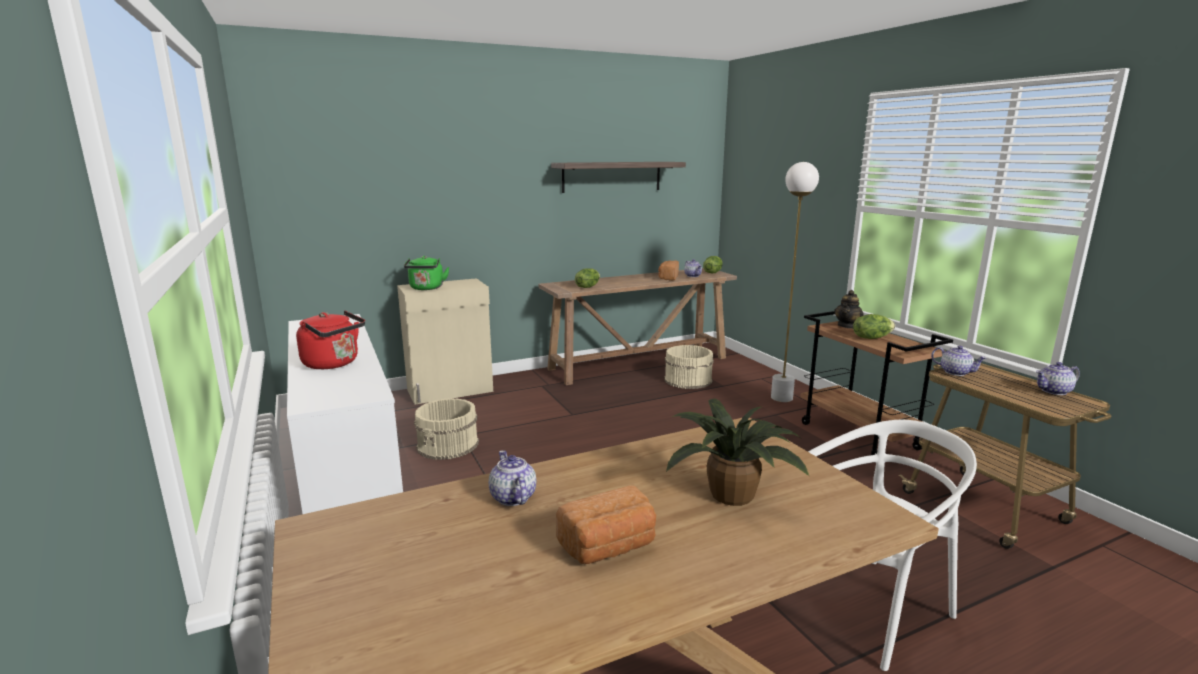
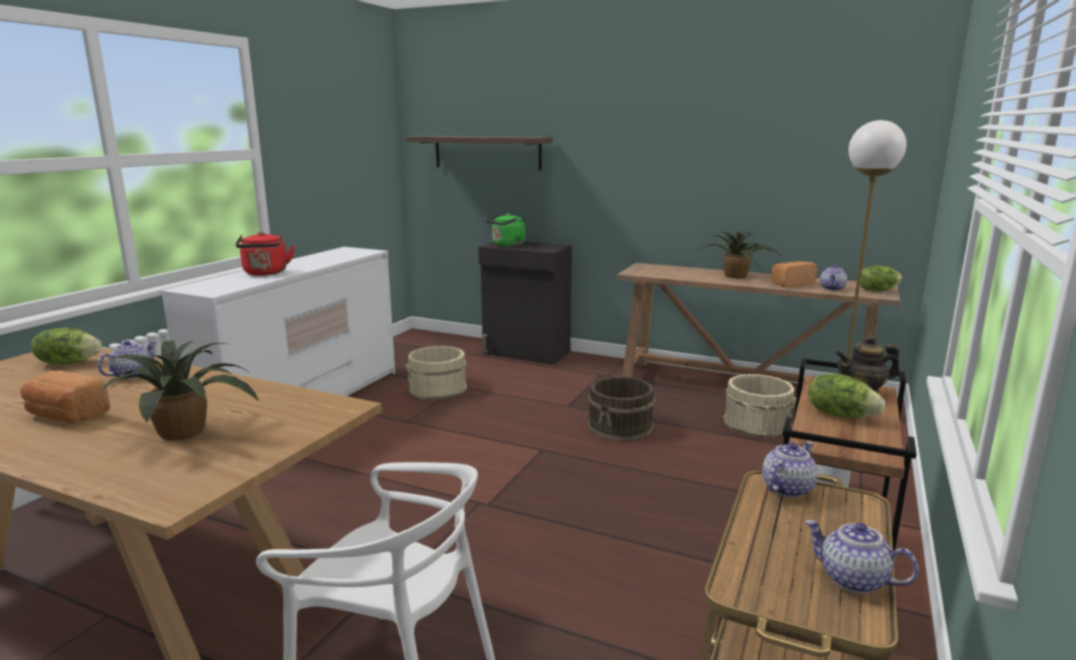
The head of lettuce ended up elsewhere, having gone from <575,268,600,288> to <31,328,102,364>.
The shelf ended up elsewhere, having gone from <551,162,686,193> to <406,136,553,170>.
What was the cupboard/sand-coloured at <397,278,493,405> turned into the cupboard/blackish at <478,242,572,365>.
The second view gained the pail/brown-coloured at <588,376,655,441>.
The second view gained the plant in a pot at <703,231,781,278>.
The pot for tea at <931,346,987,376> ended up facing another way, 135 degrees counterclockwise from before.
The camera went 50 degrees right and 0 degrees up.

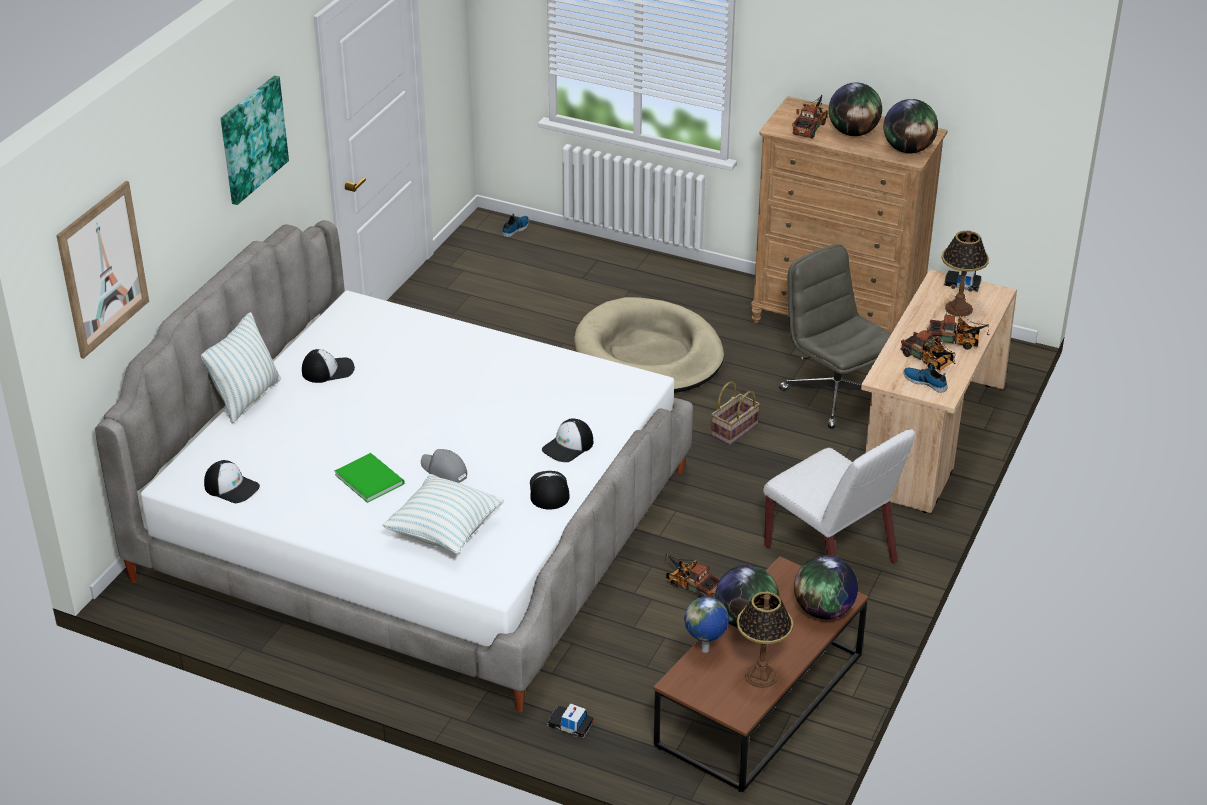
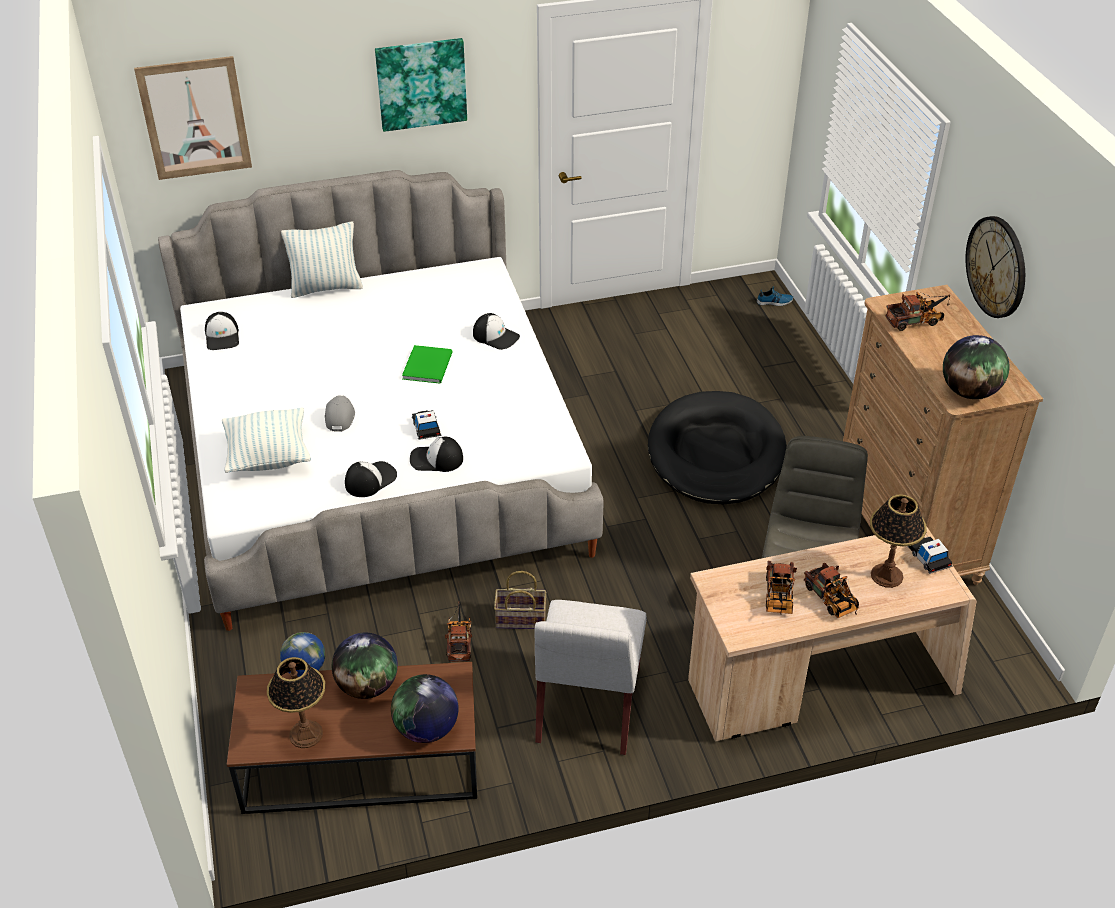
The book/green ended up elsewhere, having gone from <335,453,405,503> to <402,345,452,384>.
The model car ended up elsewhere, having gone from <547,703,595,739> to <412,410,442,440>.
The baseball cap ended up elsewhere, having gone from <302,349,355,383> to <473,313,520,350>.
The household basket ended up elsewhere, having gone from <711,382,760,445> to <494,571,546,629>.
What was the dog cushion/sand-coloured at <574,297,724,393> turned into the dog cushion/blackish at <648,391,787,505>.
The second view gained the clock on the wall at <966,216,1025,318>.
The second view lost the globe at <829,83,882,136>.
The second view lost the shoe at <903,364,948,393>.
The camera went 50 degrees right and 5 degrees up.

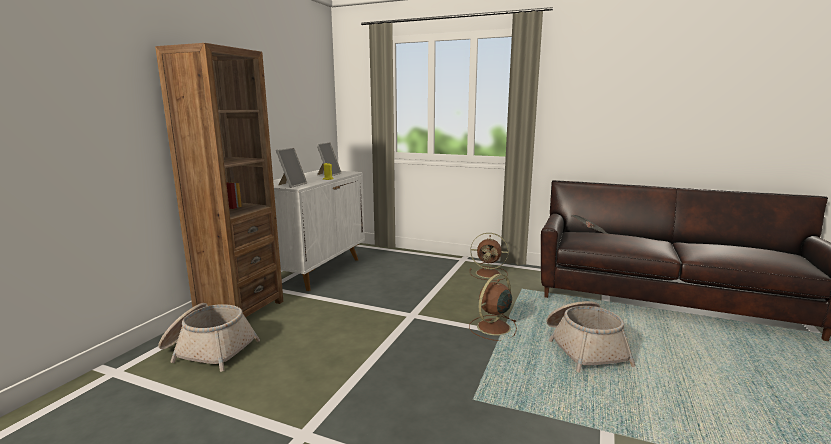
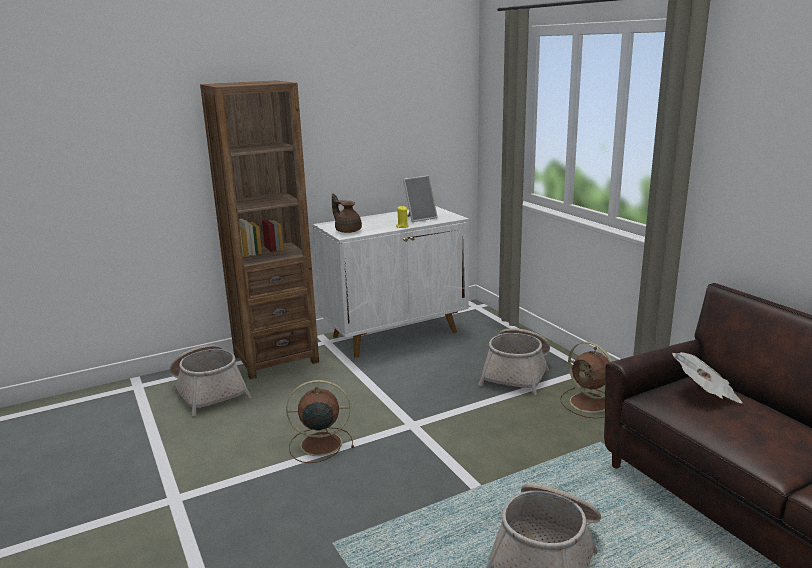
The electric fan/brown-coloured ended up elsewhere, having gone from <469,274,517,341> to <286,380,354,463>.
Where the picture frame stood at <276,147,307,188>, the pot for tea/brown-coloured came to stand at <332,193,362,233>.
The second view gained the household basket at <478,328,550,395>.
The camera went 40 degrees right and 5 degrees up.

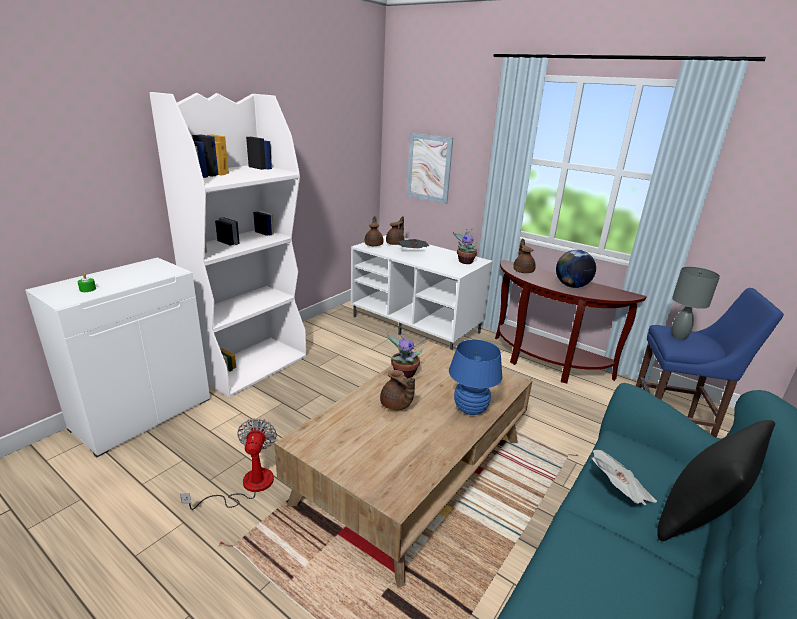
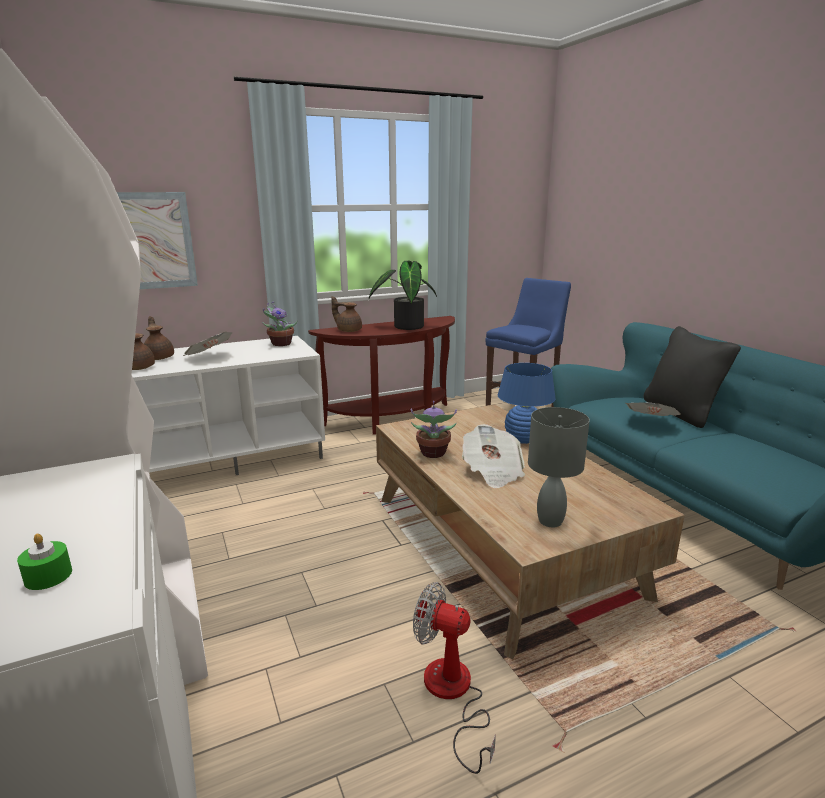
Where the globe stood at <556,250,596,288>, the plant in a pot came to stand at <369,261,437,330>.
Where the pot for tea/brown-coloured stood at <380,370,415,410>, the newspaper came to stand at <462,424,525,488>.
The tabletop lamp/greyish ended up elsewhere, having gone from <671,267,720,340> to <528,407,590,527>.
The camera went 60 degrees left and 5 degrees down.

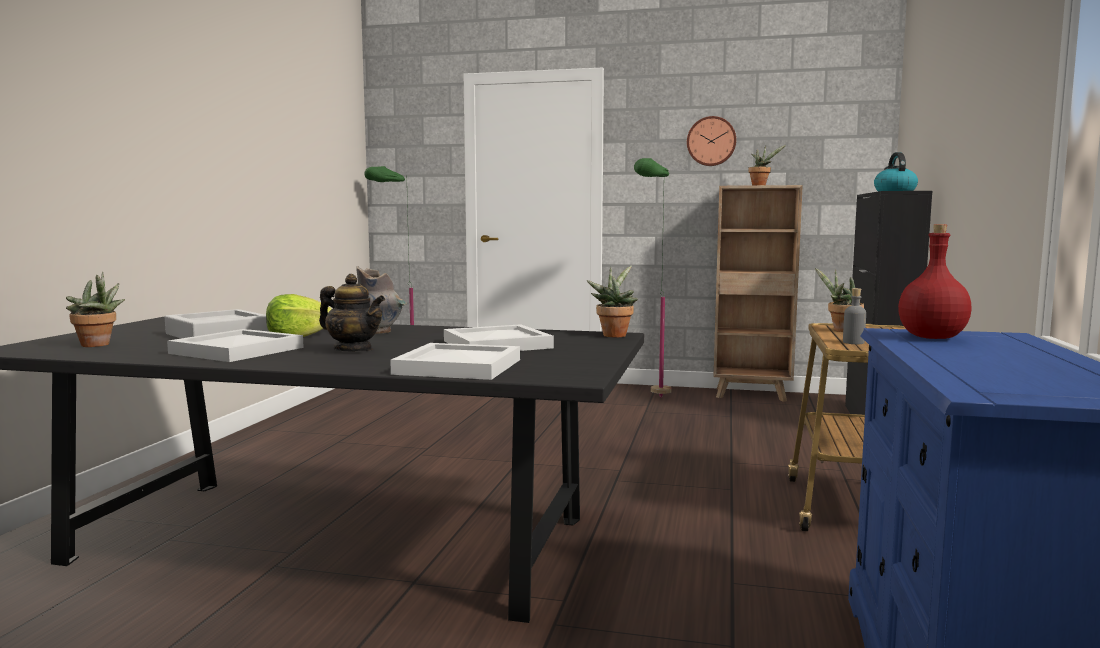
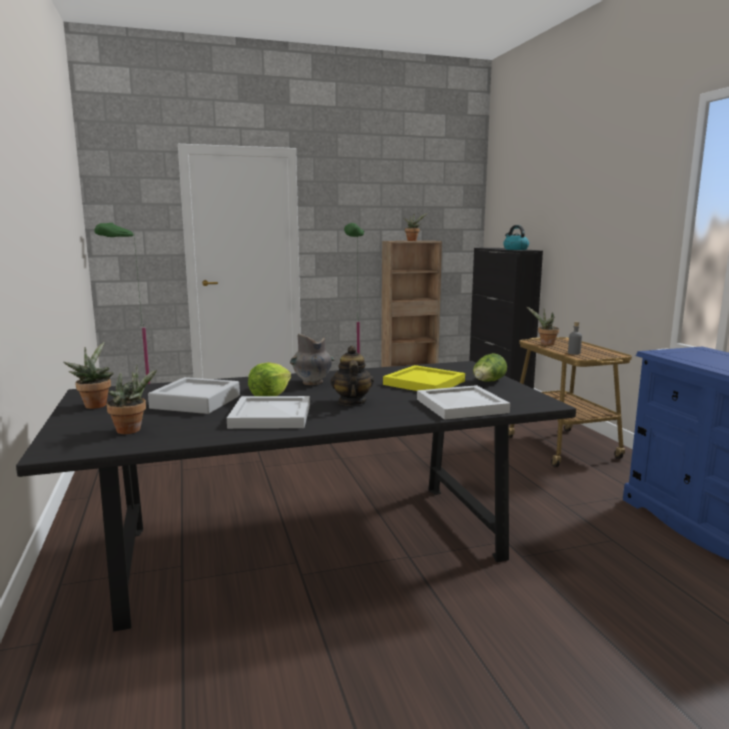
The plant in a pot ended up elsewhere, having gone from <587,265,638,337> to <63,342,114,409>.
The pot for tea at <319,274,385,351> ended up facing another way, 90 degrees counterclockwise from before.
What was the serving tray/white at <444,324,554,351> turned into the serving tray/yellow at <383,365,465,391>.
The second view gained the head of lettuce at <473,353,507,382>.
The second view lost the clock on the wall at <687,116,736,166>.
The second view lost the bottle/red-coloured at <898,224,972,339>.
The camera went 30 degrees left and 5 degrees up.

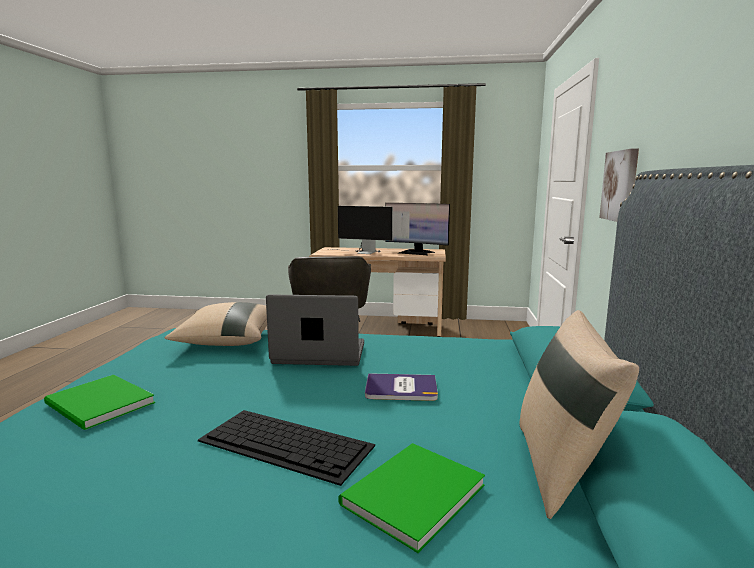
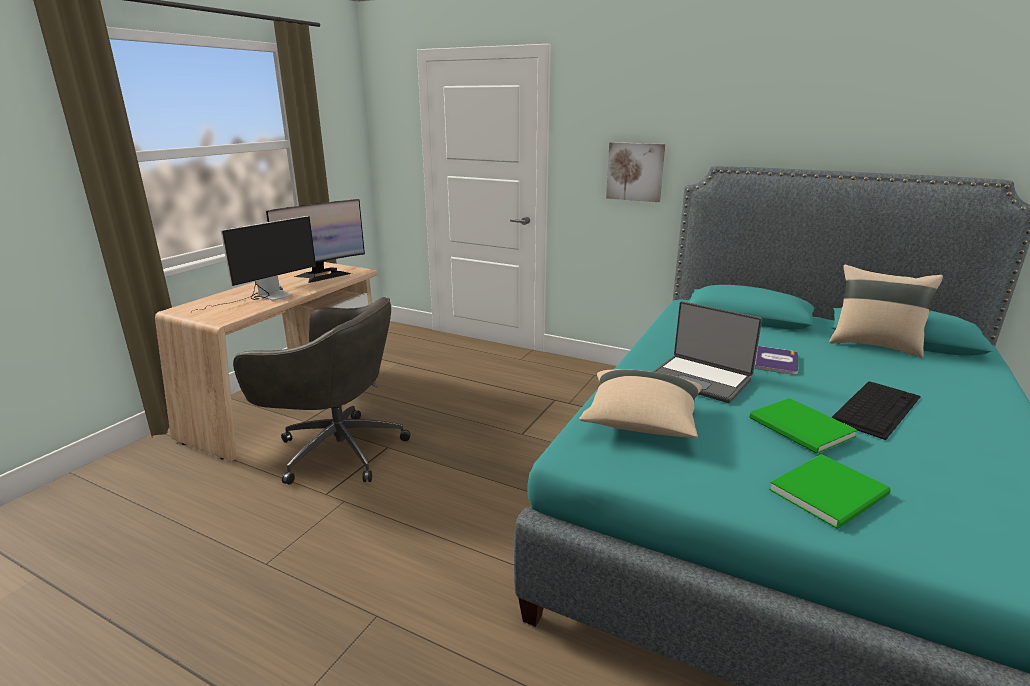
The laptop at <266,294,364,366> ended up facing another way, 75 degrees counterclockwise from before.
The book/green ended up elsewhere, having gone from <338,443,485,553> to <750,398,858,454>.
The camera went 70 degrees left and 10 degrees up.

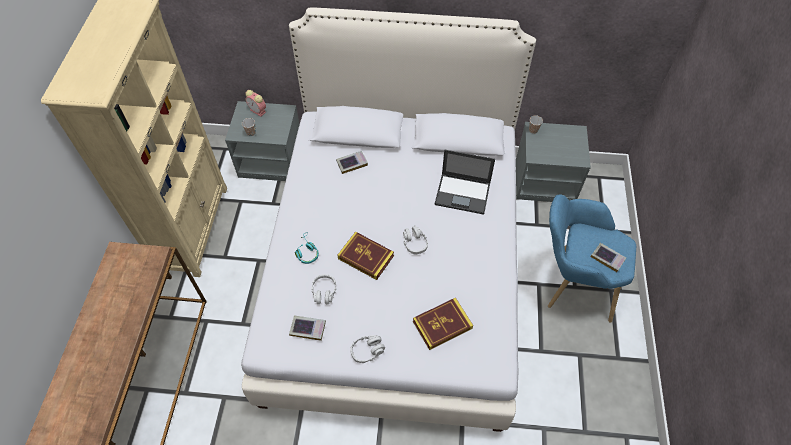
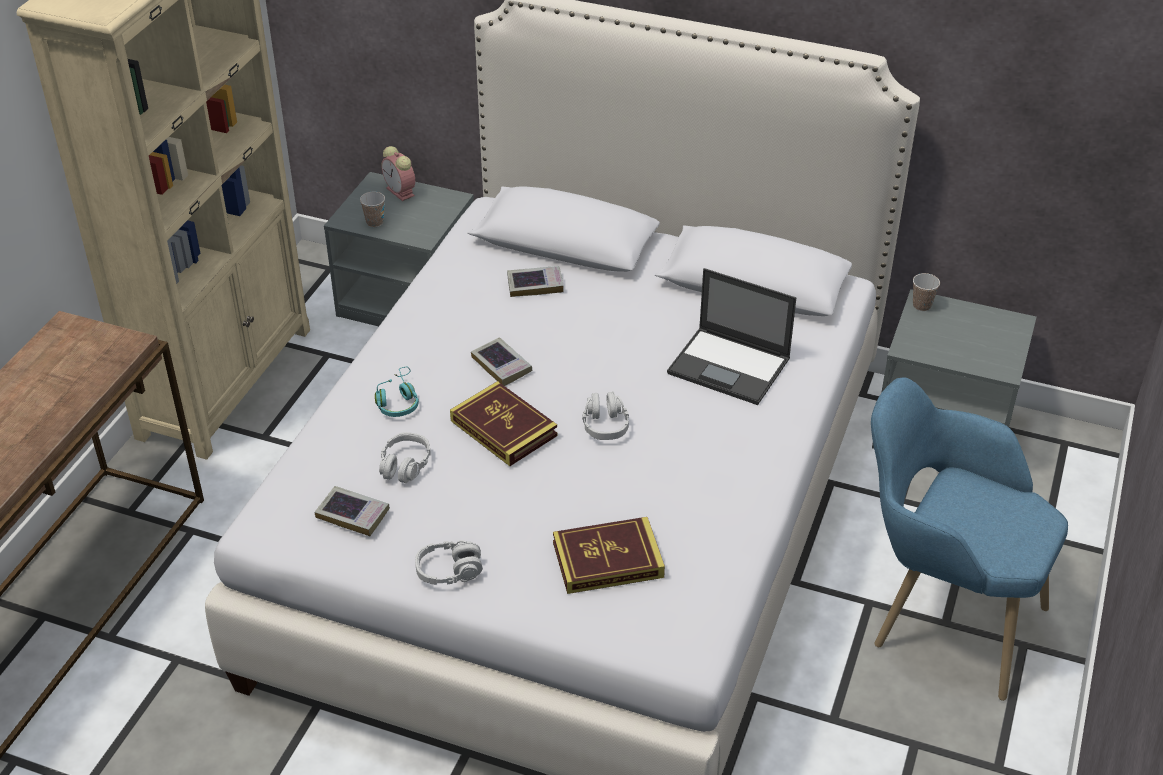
The book ended up elsewhere, having gone from <591,243,626,272> to <471,337,532,386>.
The camera went 15 degrees right and 15 degrees down.

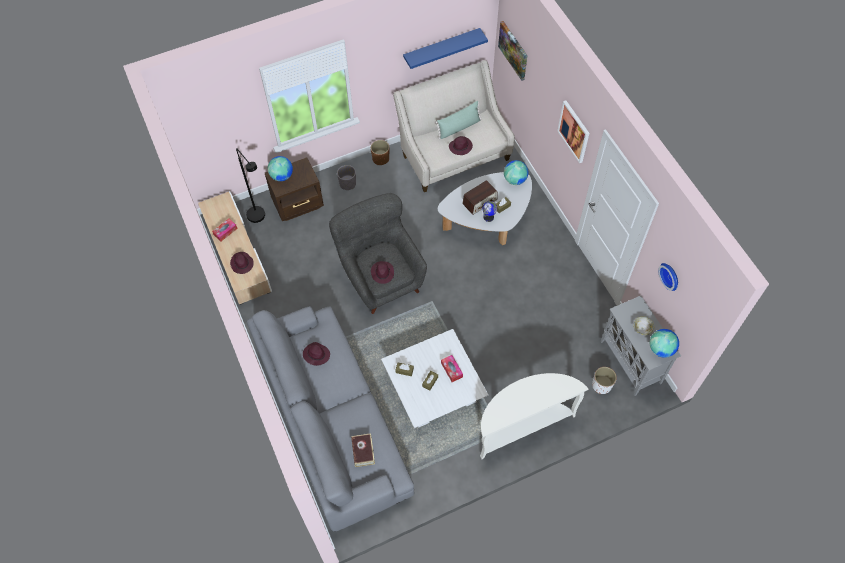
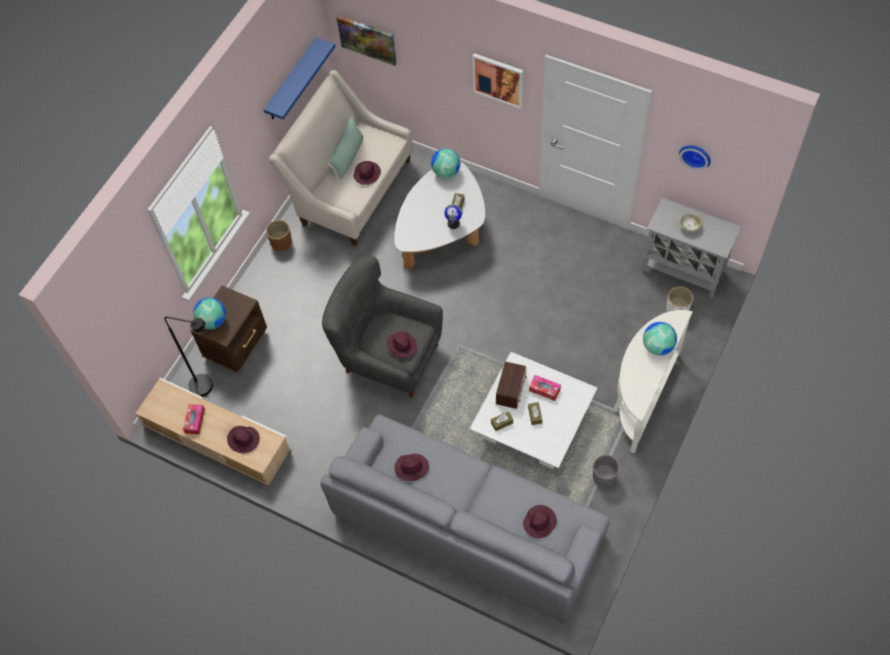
The radio set ended up elsewhere, having gone from <462,180,498,215> to <496,361,527,409>.
Where the book stood at <351,433,375,467>, the wearable hat/purplish came to stand at <523,505,557,538>.
The plant pot/greyish ended up elsewhere, having gone from <337,165,356,190> to <593,455,620,488>.
The globe ended up elsewhere, having gone from <650,329,679,358> to <643,322,677,355>.
The camera went 35 degrees left and 0 degrees up.

